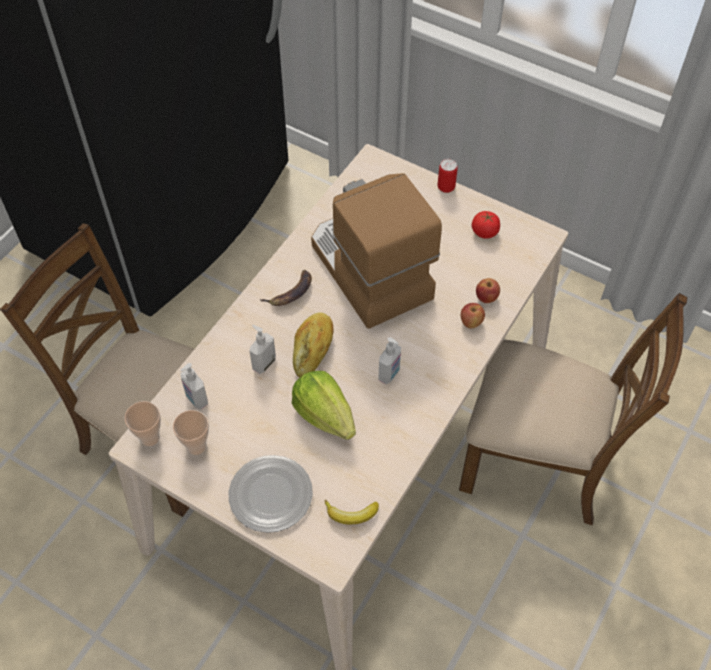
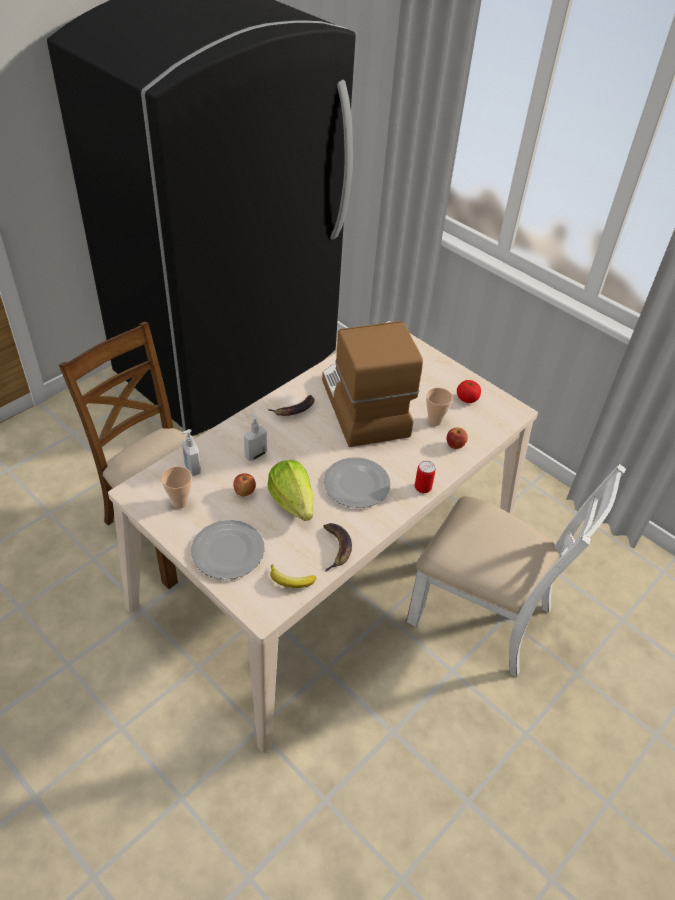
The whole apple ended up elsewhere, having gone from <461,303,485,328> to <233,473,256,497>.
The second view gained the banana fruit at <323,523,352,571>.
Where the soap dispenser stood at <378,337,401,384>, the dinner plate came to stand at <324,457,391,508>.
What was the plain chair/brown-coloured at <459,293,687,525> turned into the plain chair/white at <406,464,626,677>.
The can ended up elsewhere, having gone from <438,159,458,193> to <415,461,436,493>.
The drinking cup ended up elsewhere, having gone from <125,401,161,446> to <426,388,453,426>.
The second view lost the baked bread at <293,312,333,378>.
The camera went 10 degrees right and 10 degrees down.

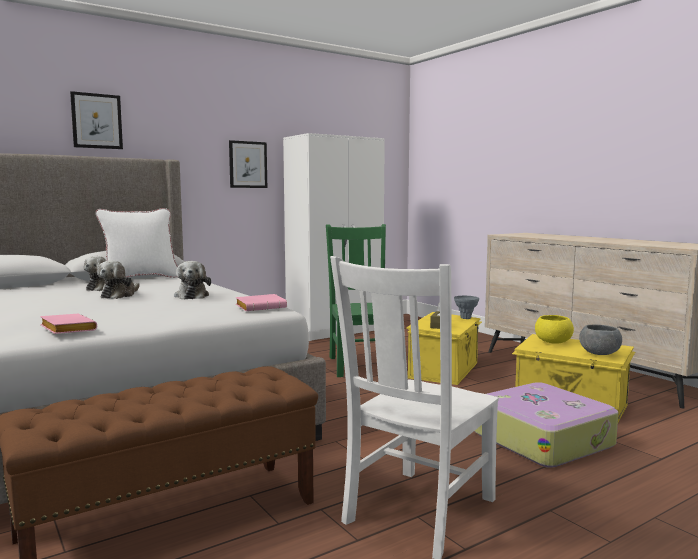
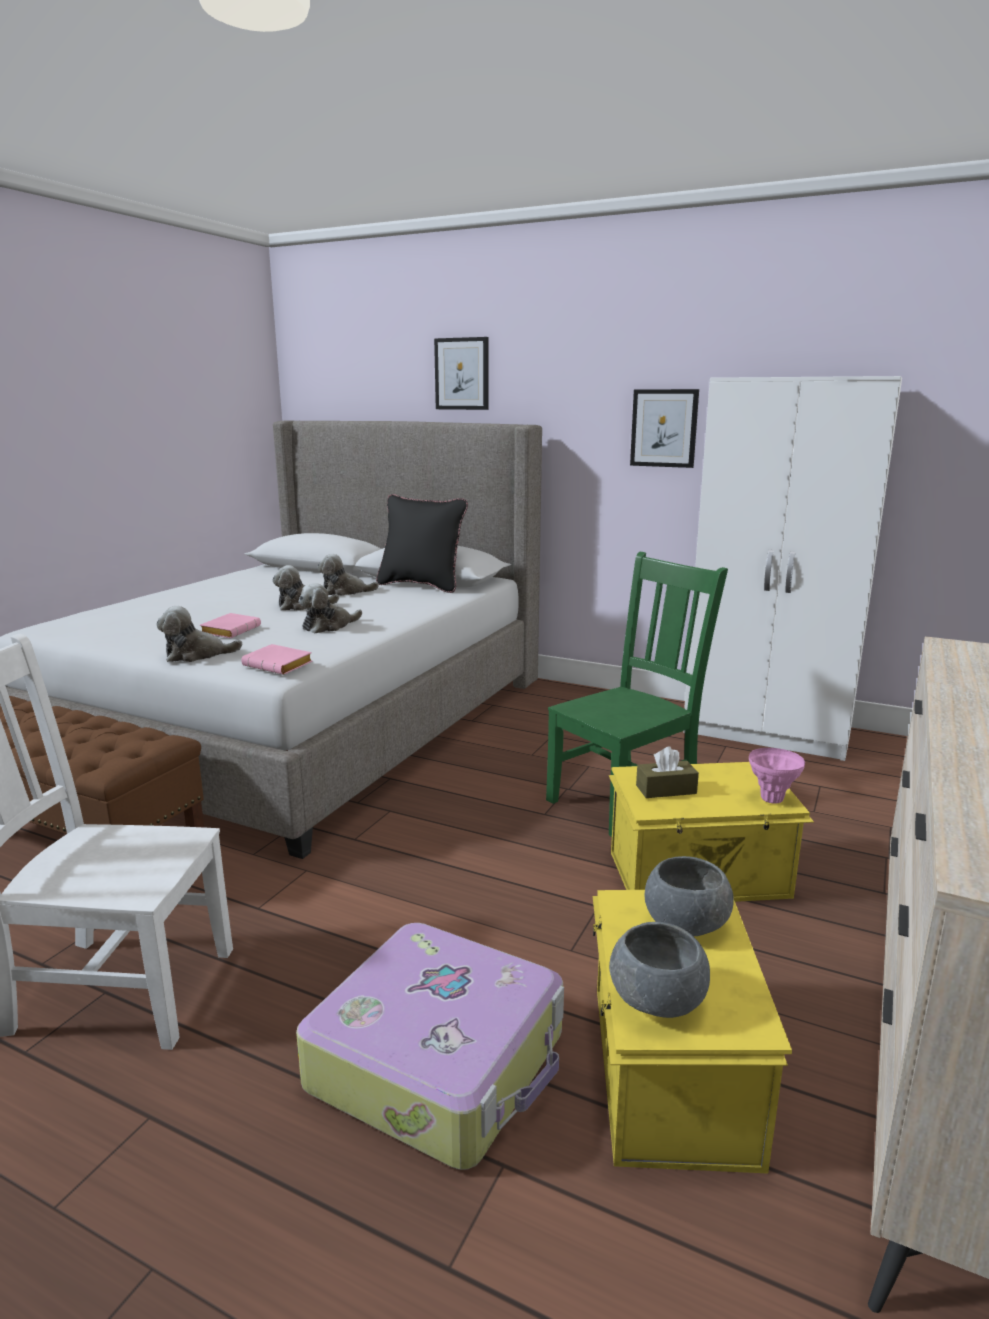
The second view gained the plush toy at <156,606,242,662>.
The book/pinkish ended up elsewhere, having gone from <40,314,97,334> to <200,613,261,638>.
What was the throw pillow/white at <96,208,178,278> turned into the throw pillow/blackish at <376,494,468,593>.
What was the serving bowl/yellow at <535,315,574,344> turned into the serving bowl/greyish at <645,856,734,936>.
What was the vase/greyish at <454,296,479,319> turned into the vase/pinkish at <749,748,805,804>.
The camera went 60 degrees right and 10 degrees up.

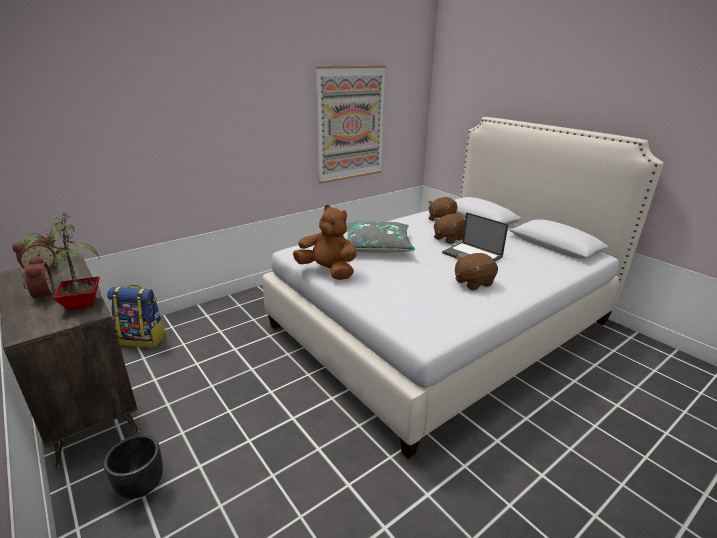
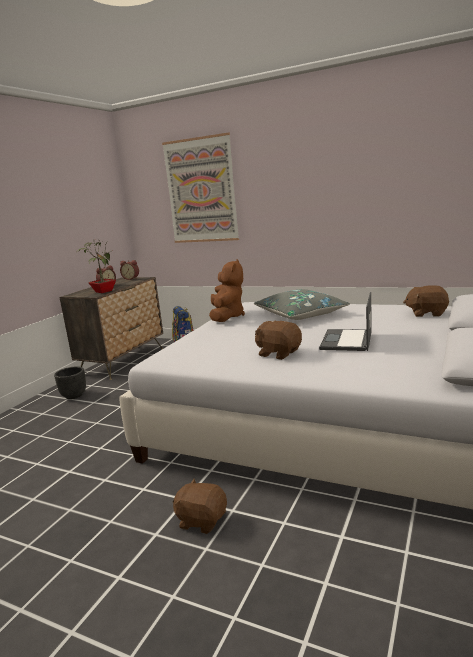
The wall picture ended up elsewhere, having gone from <316,65,386,184> to <162,132,239,243>.
The plush toy/brown-coloured ended up elsewhere, having gone from <434,214,465,244> to <173,479,227,534>.
The camera went 65 degrees right and 10 degrees down.

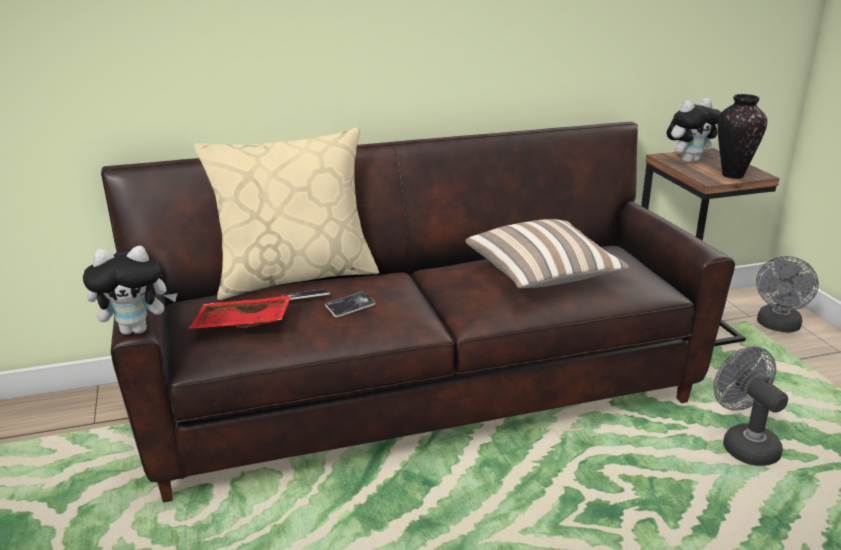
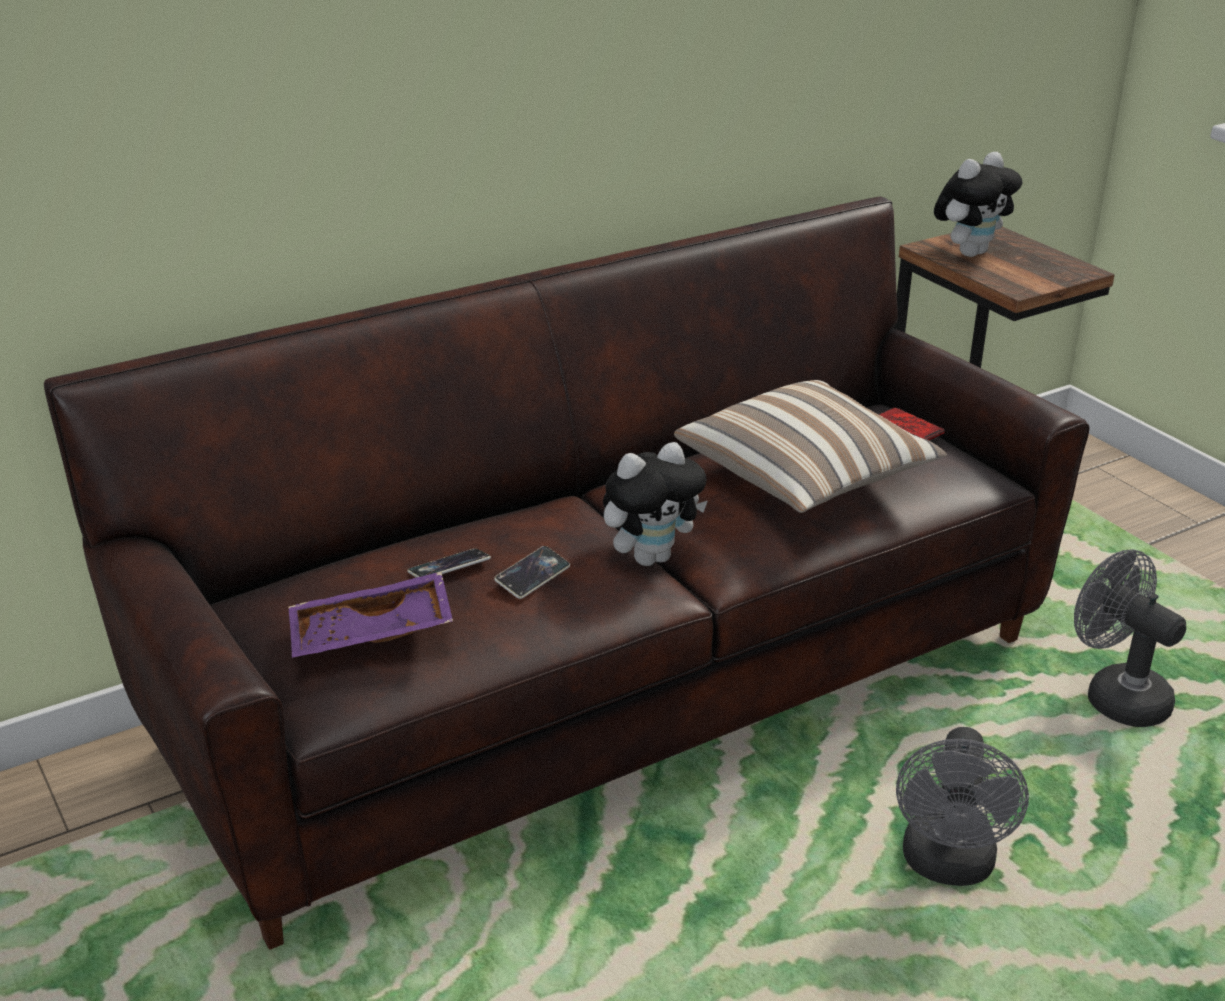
What was the serving tray/red-coloured at <188,295,292,329> turned into the serving tray/purplish at <289,572,453,658>.
The plush toy ended up elsewhere, having gone from <83,246,177,335> to <603,442,708,566>.
The second view gained the handset at <878,408,945,441>.
The electric fan/greyish ended up elsewhere, having gone from <756,256,819,333> to <896,727,1029,886>.
The second view lost the throw pillow/sand-coloured at <194,127,379,300>.
The second view lost the vase at <717,94,767,179>.
The camera went 15 degrees left and 5 degrees up.

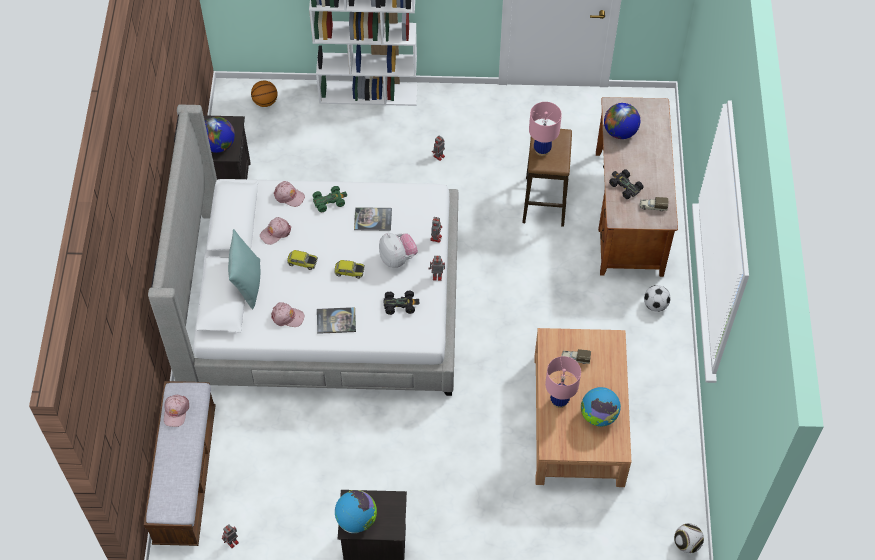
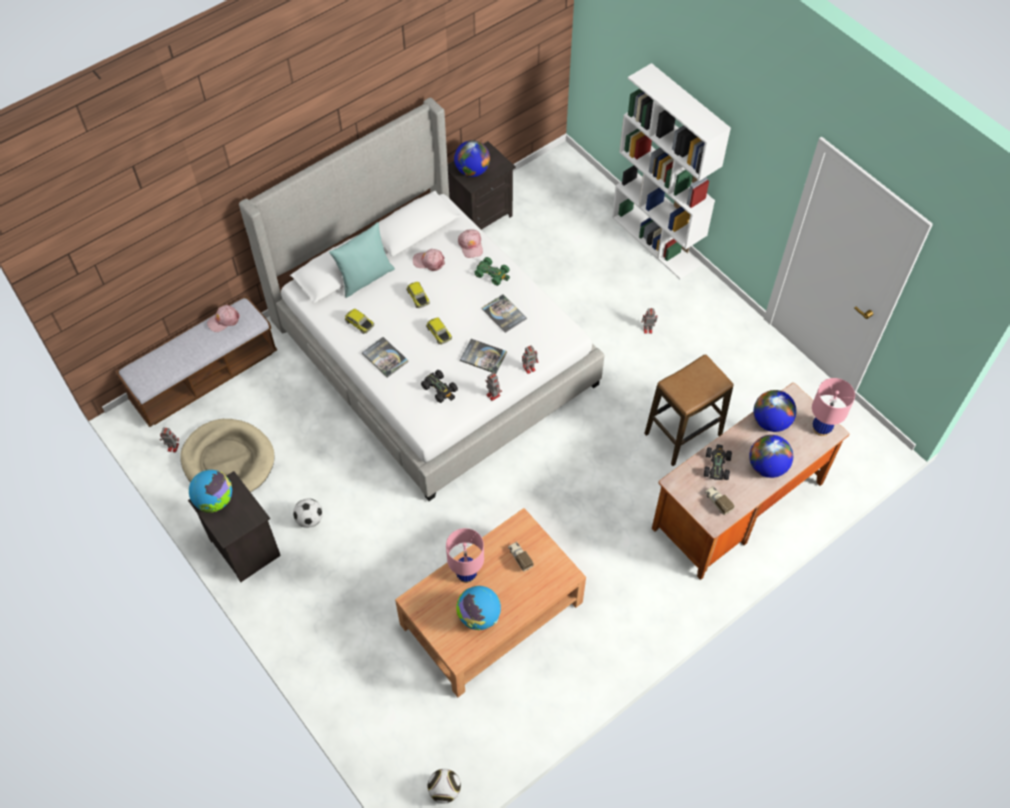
The second view gained the dog cushion/sand-coloured at <180,419,274,492>.
The football ended up elsewhere, having gone from <644,285,671,312> to <293,499,323,528>.
Where the baseball cap/pinkish stood at <271,302,304,327>, the model car came to stand at <345,309,374,334>.
Where the plush toy stood at <379,233,418,268>, the book came to stand at <460,339,507,374>.
The second view gained the globe at <749,435,793,478>.
The tabletop lamp/pinkish ended up elsewhere, having gone from <529,102,562,156> to <812,378,855,436>.
The second view lost the basketball at <251,81,277,107>.
The camera went 50 degrees right and 0 degrees up.

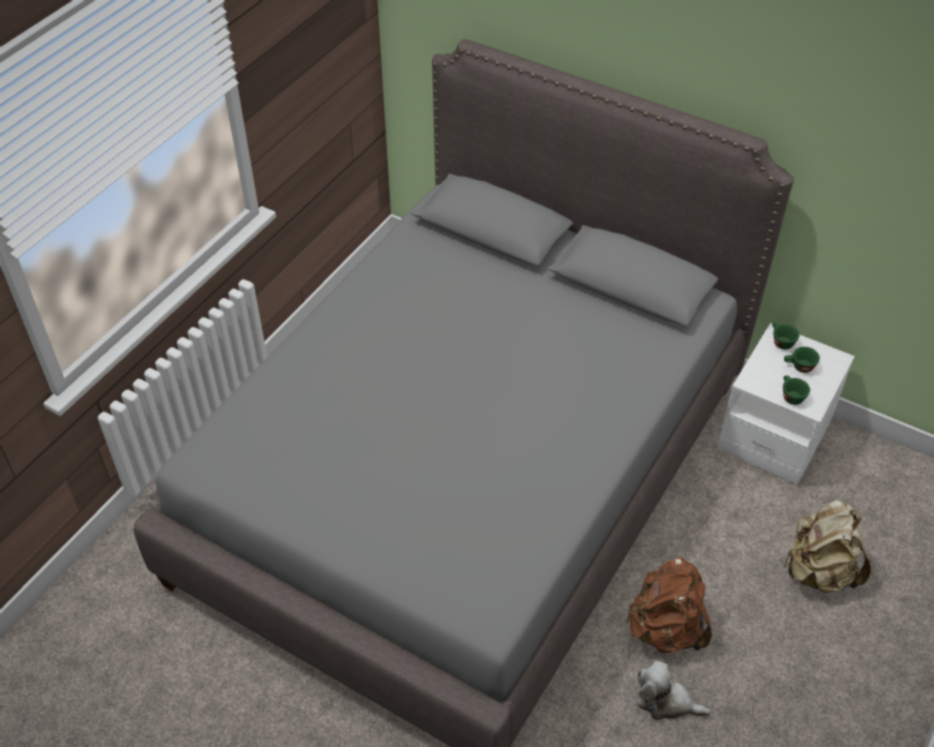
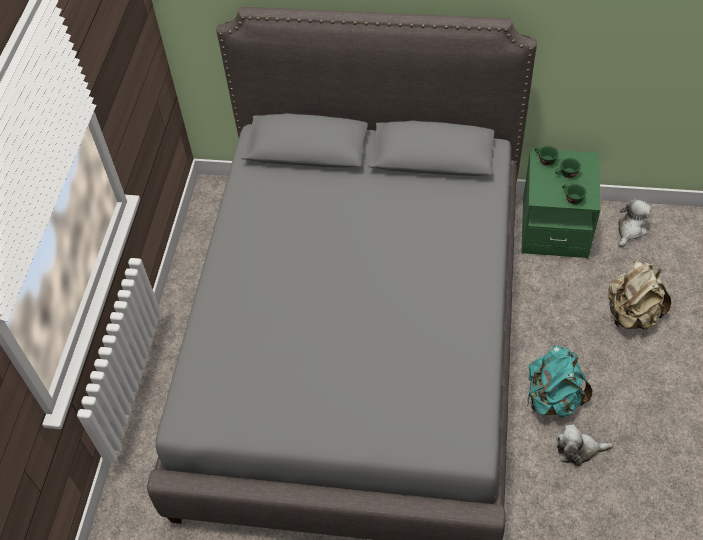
What was the nightstand/white at <717,323,855,485> turned into the nightstand/green at <521,149,601,258>.
What was the backpack/brown-coloured at <626,557,712,654> turned into the backpack/blue-green at <527,345,592,418>.
The second view gained the plush toy at <618,199,651,247>.
The camera went 20 degrees left and 5 degrees up.

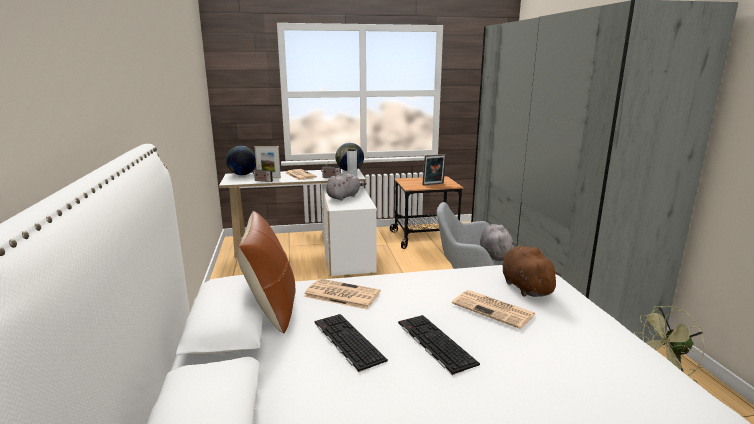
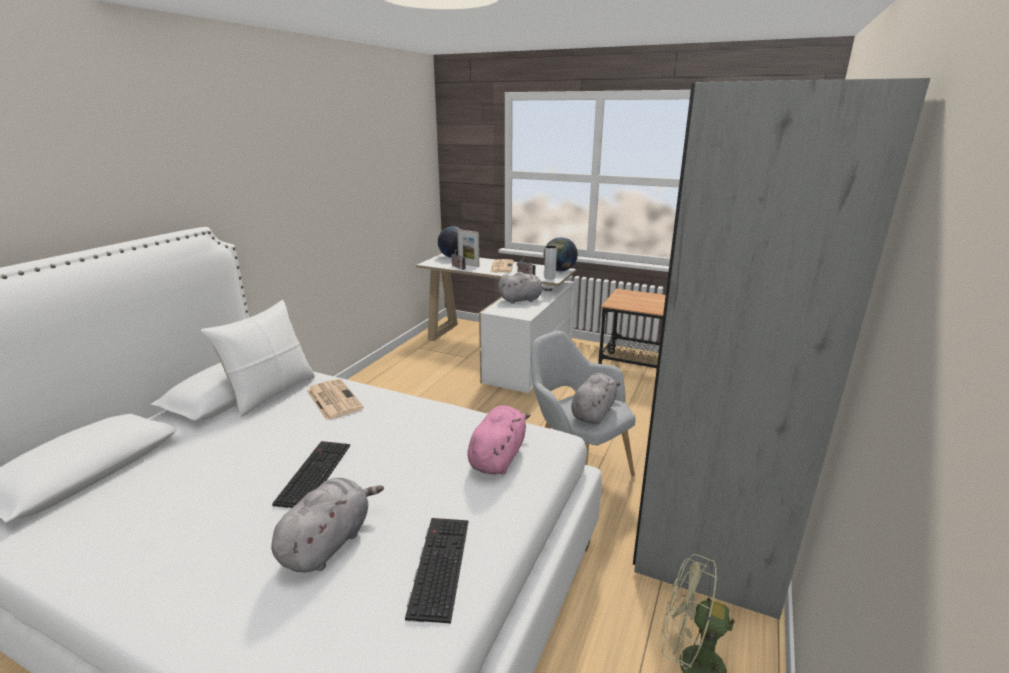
What was the throw pillow/brown-coloured at <238,211,295,334> turned into the throw pillow/white at <201,300,315,417>.
The second view gained the plush toy/greyish at <271,478,384,573>.
The keyboard ended up elsewhere, having gone from <315,314,388,372> to <405,518,469,624>.
What was the plush toy/brown-coloured at <502,246,561,297> turned into the plush toy/pinkish at <467,406,530,475>.
The second view lost the picture frame at <422,154,446,186>.
The second view lost the newspaper at <452,290,535,329>.
The camera went 35 degrees right and 5 degrees up.

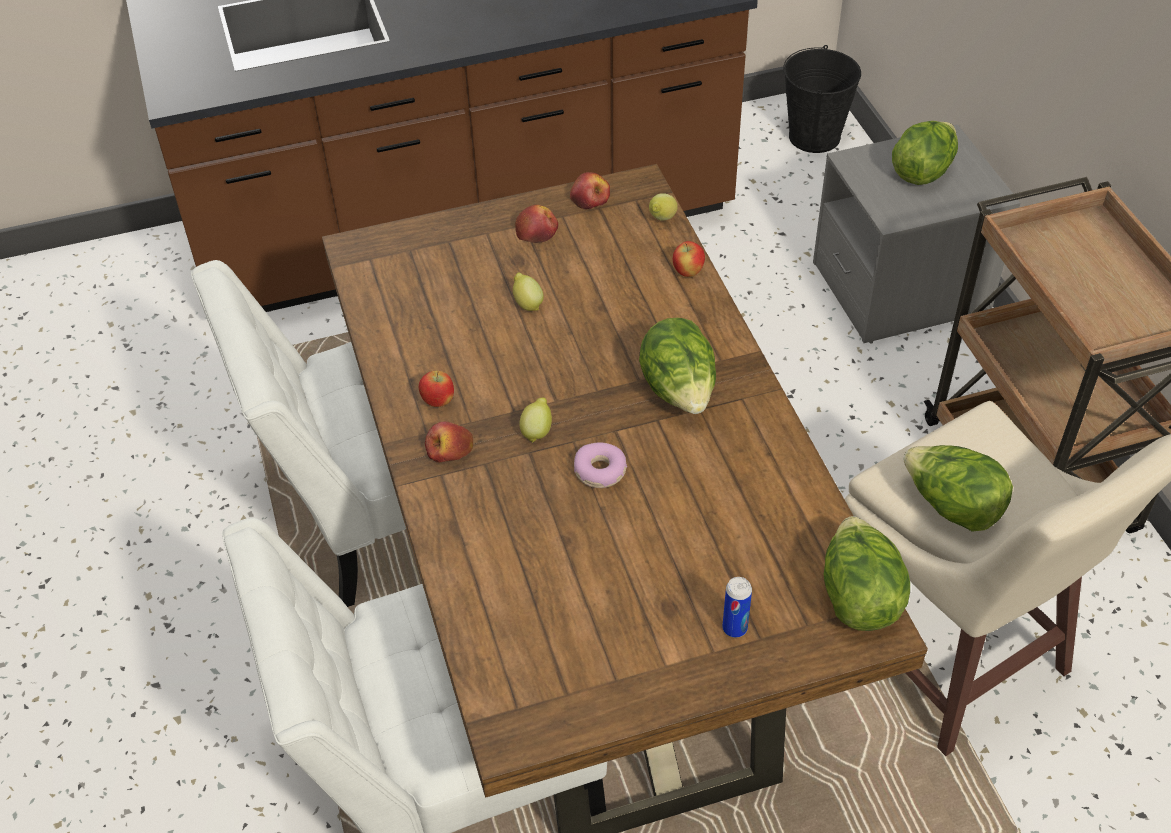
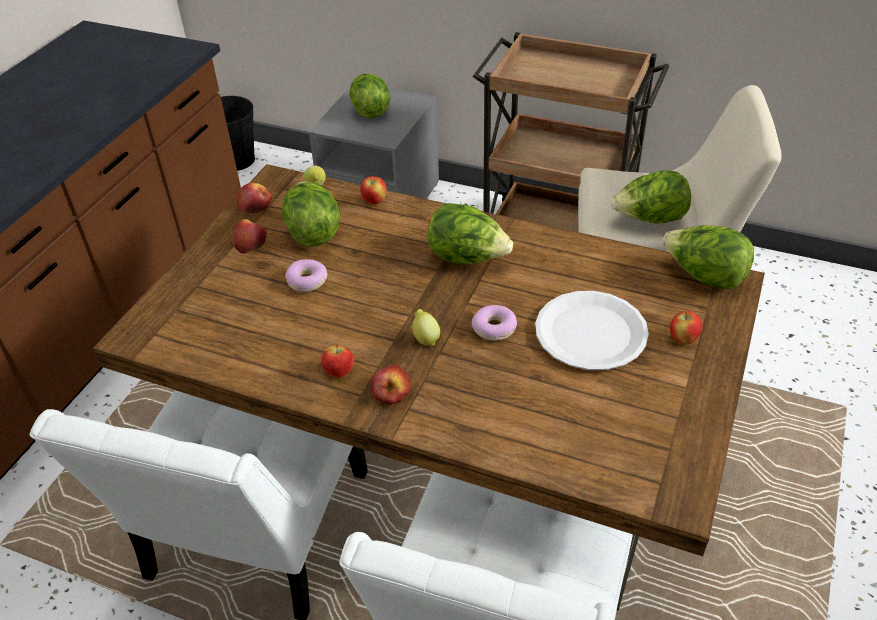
The second view gained the head of lettuce at <282,181,341,246>.
Where the whole lemon stood at <513,272,544,311>, the donut came to stand at <285,259,327,292>.
The second view gained the dinner plate/white at <535,291,649,370>.
Where the can stood at <722,577,752,638>, the whole apple came to stand at <670,311,703,345>.
The camera went 50 degrees left and 5 degrees down.

